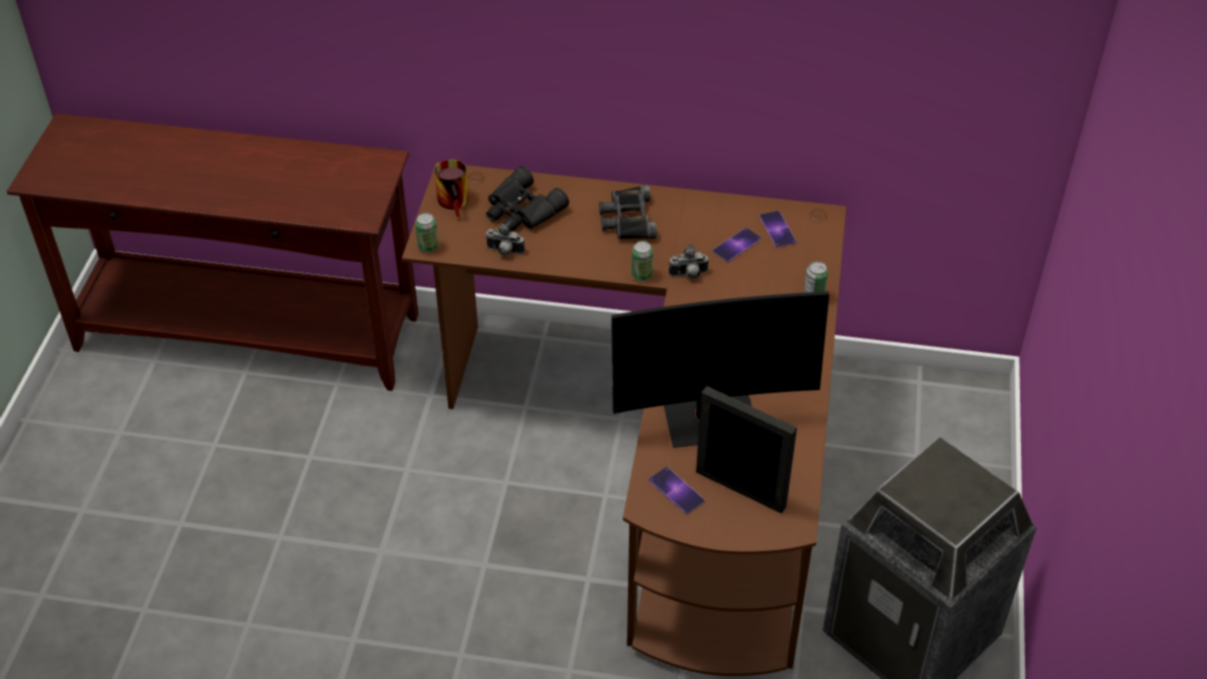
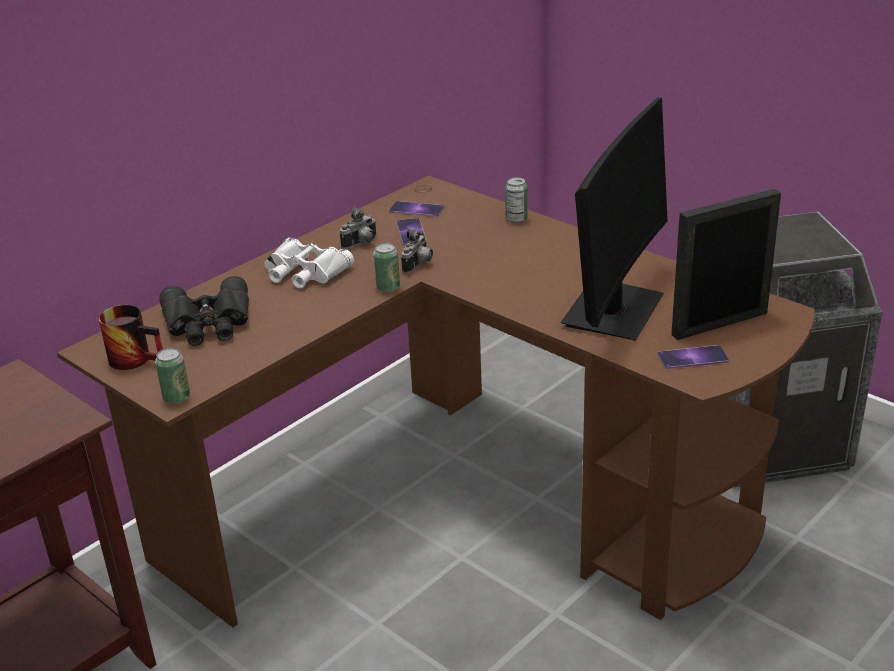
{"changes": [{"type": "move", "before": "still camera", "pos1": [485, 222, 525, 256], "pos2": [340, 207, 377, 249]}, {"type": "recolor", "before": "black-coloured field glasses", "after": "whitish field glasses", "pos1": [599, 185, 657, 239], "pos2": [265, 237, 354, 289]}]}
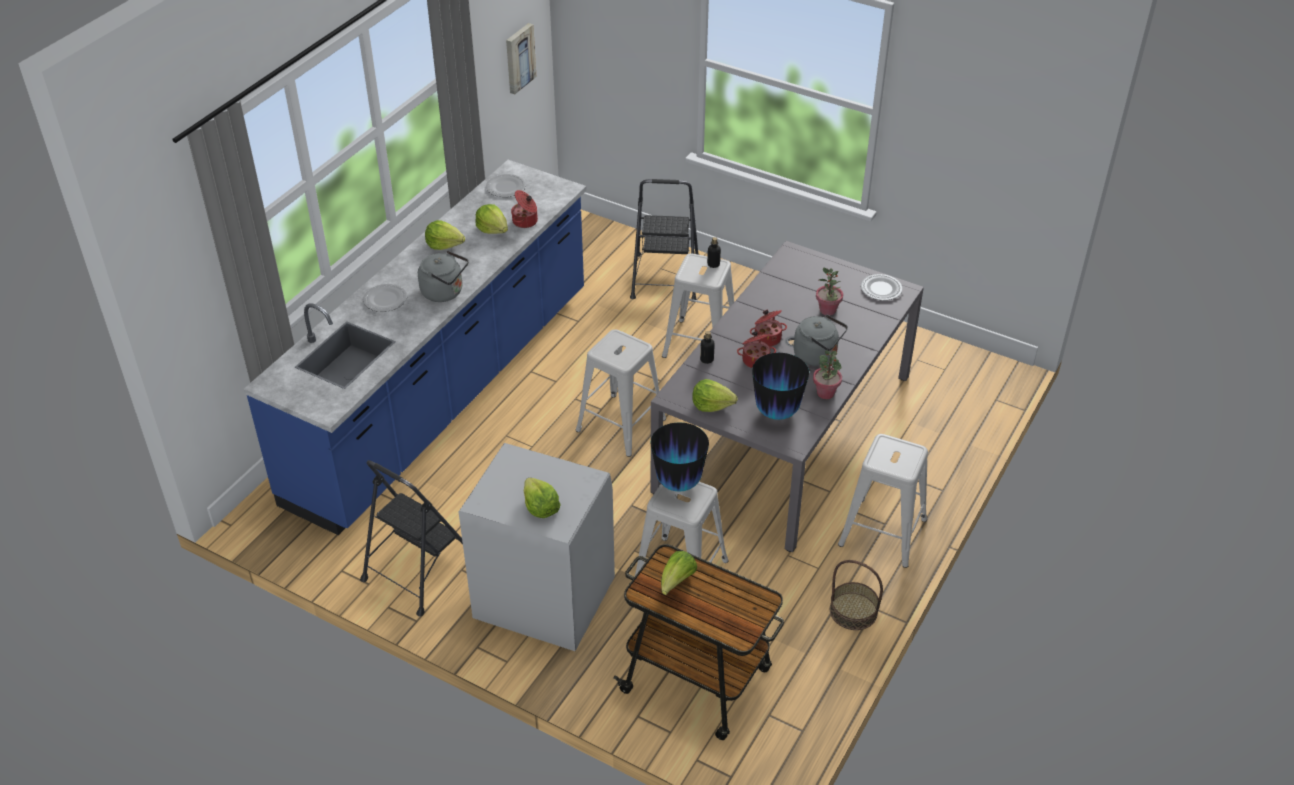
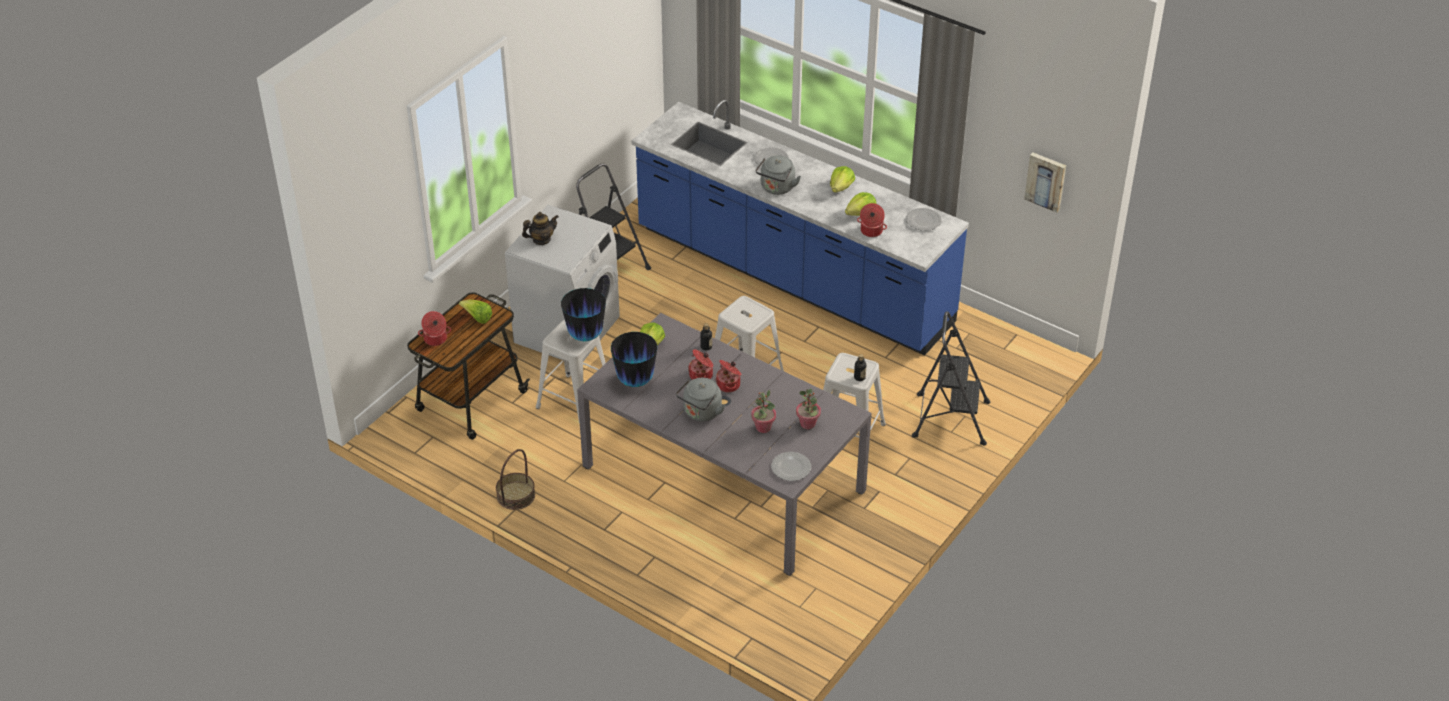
{"changes": [{"type": "replace", "before": "lettuce head", "after": "teapot", "pos1": [524, 478, 561, 518], "pos2": [522, 212, 559, 245]}, {"type": "move", "before": "plant in a pot", "pos1": [813, 351, 842, 399], "pos2": [796, 389, 821, 429]}, {"type": "delete", "before": "whitish stool seat", "pos1": [838, 434, 928, 568]}, {"type": "insert", "after": "stockpot", "pos2": [418, 311, 451, 346]}]}
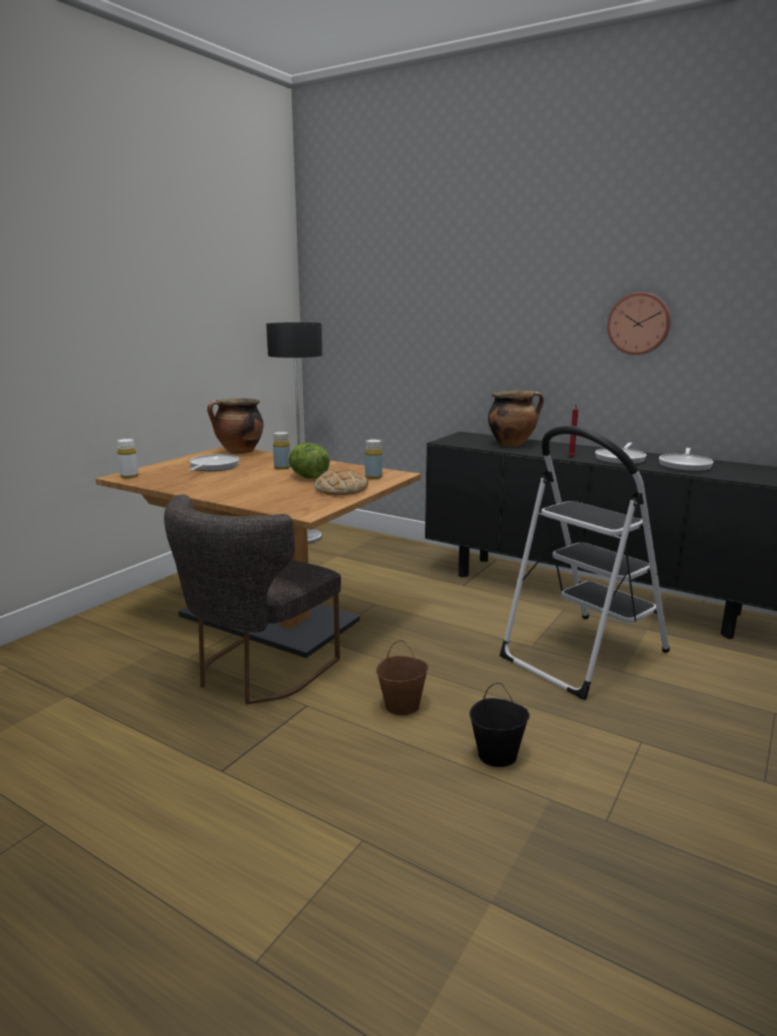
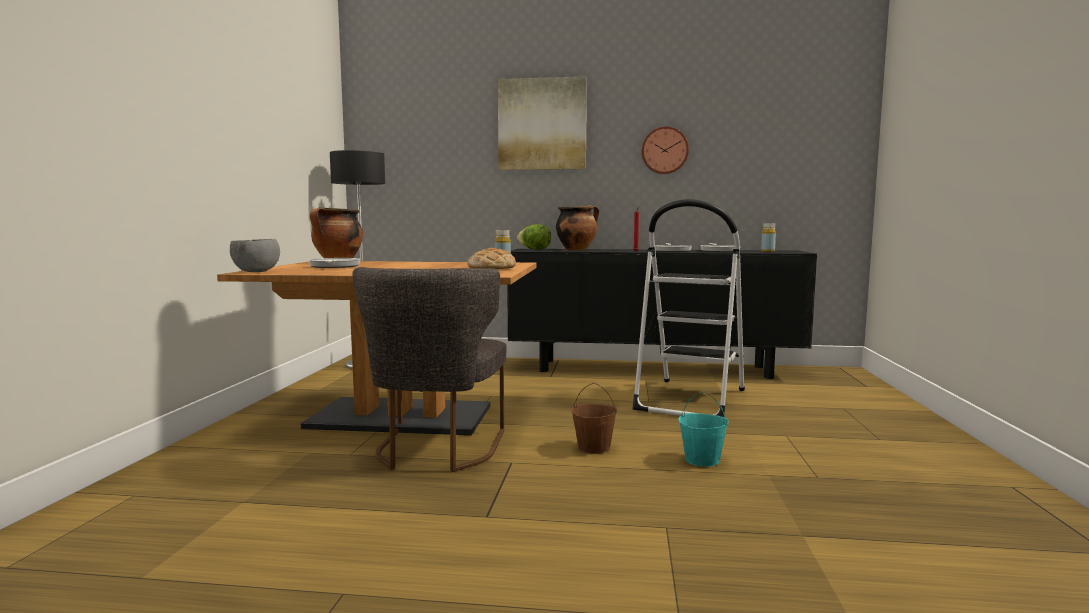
{"changes": [{"type": "replace", "before": "whitish bottle", "after": "greyish deep dish", "pos1": [117, 439, 139, 479], "pos2": [230, 239, 280, 272]}, {"type": "move", "before": "yellow-coloured bottle", "pos1": [273, 432, 291, 470], "pos2": [761, 223, 776, 252]}, {"type": "move", "before": "lettuce head", "pos1": [288, 443, 330, 479], "pos2": [517, 224, 551, 250]}, {"type": "recolor", "before": "black-coloured pail", "after": "turquoise pail", "pos1": [469, 683, 530, 767], "pos2": [678, 392, 729, 467]}, {"type": "insert", "after": "picture", "pos2": [498, 77, 587, 170]}]}
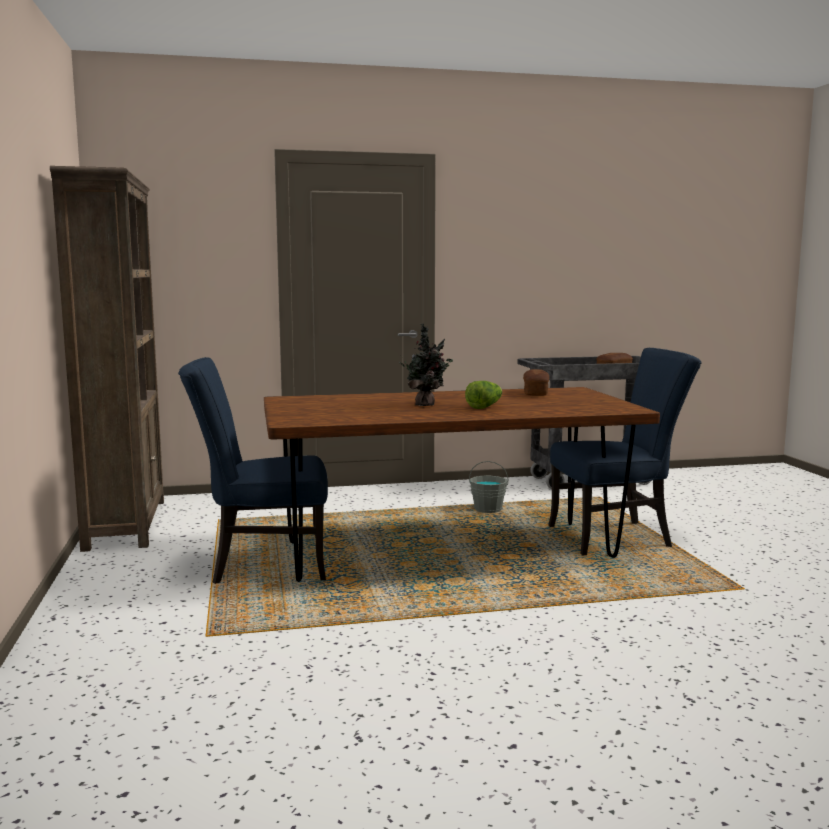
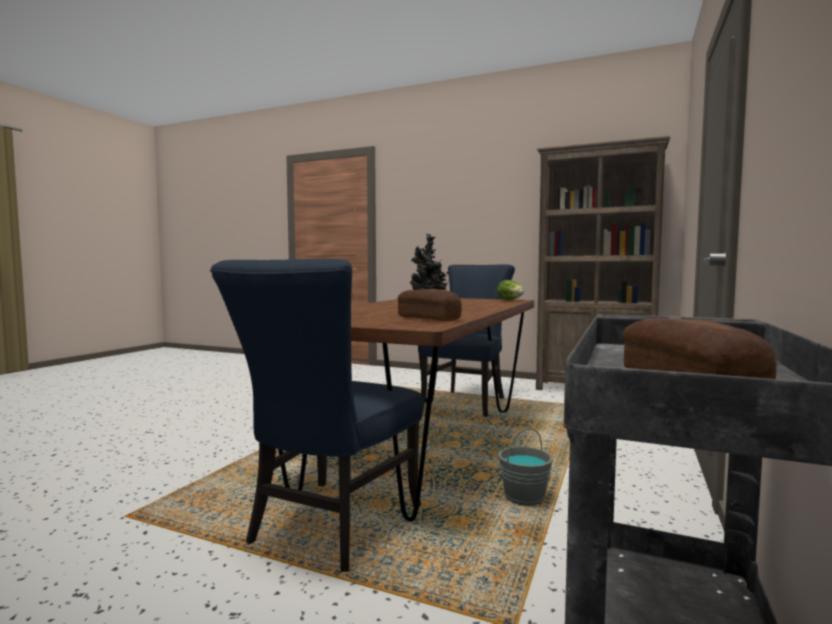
{"changes": [{"type": "move", "before": "lettuce head", "pos1": [465, 381, 502, 409], "pos2": [497, 280, 524, 300]}]}
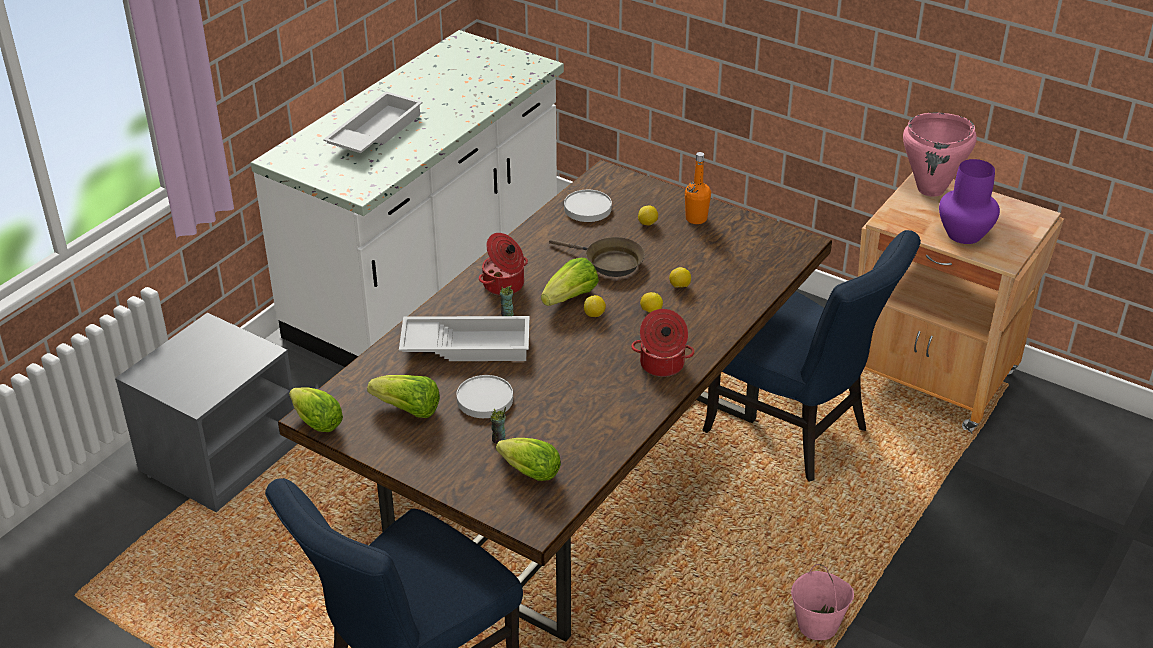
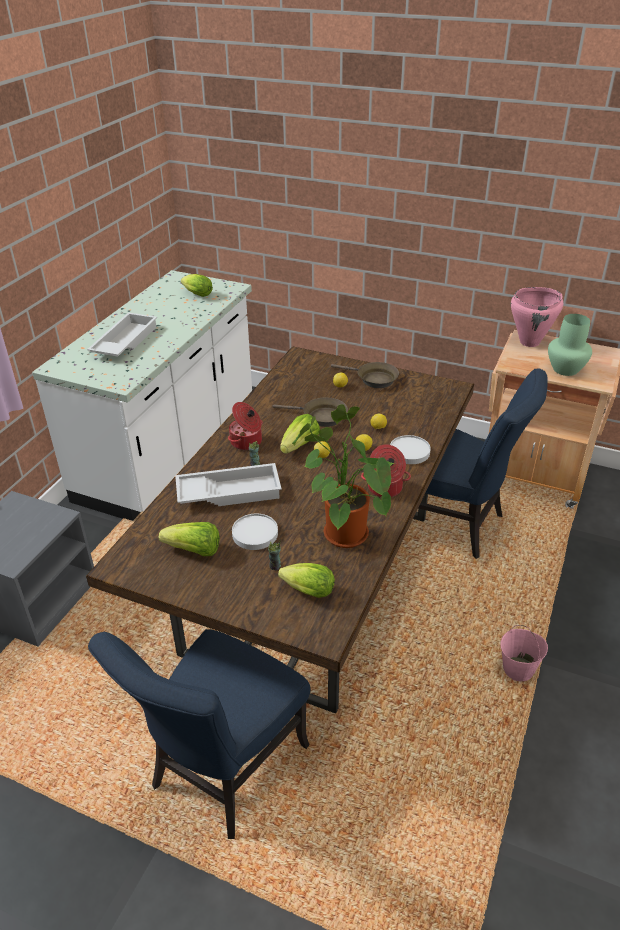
{"changes": [{"type": "move", "before": "lettuce head", "pos1": [289, 387, 343, 432], "pos2": [181, 274, 213, 297]}, {"type": "move", "before": "whitish plate", "pos1": [564, 190, 612, 222], "pos2": [390, 435, 431, 464]}, {"type": "replace", "before": "orange-coloured bottle", "after": "brownish pan", "pos1": [685, 152, 711, 224], "pos2": [331, 362, 399, 388]}, {"type": "recolor", "before": "purple vase", "after": "greenish vase", "pos1": [939, 159, 1000, 244], "pos2": [548, 314, 592, 376]}, {"type": "insert", "after": "plant in a pot", "pos2": [292, 404, 395, 548]}]}
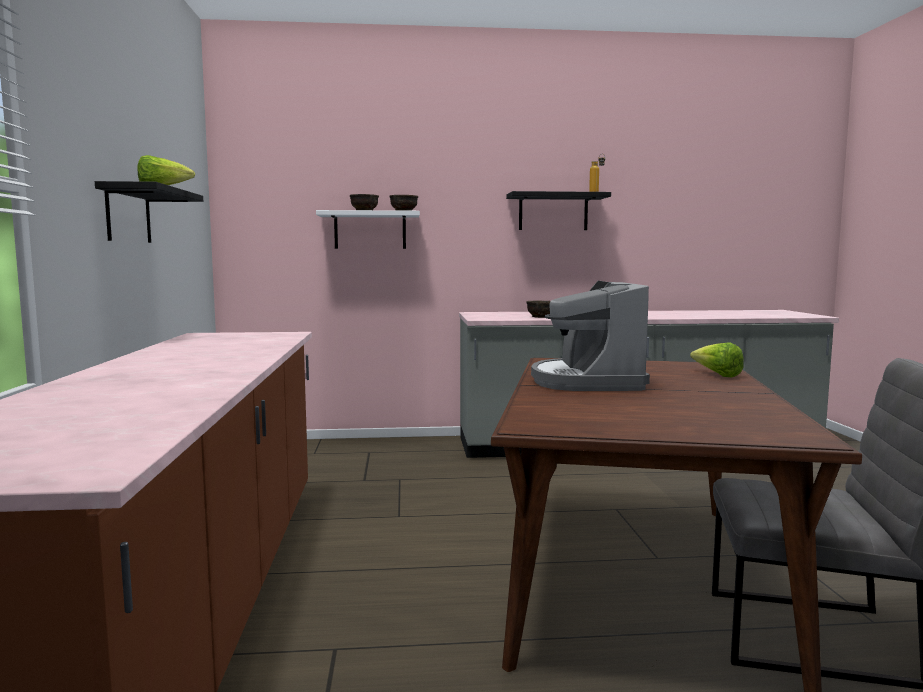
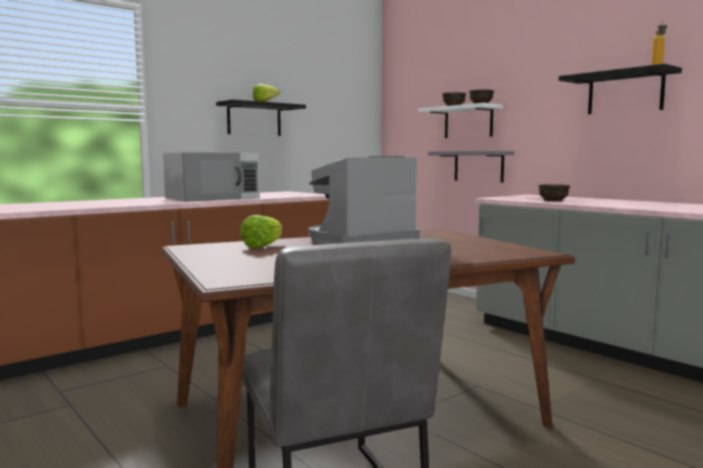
{"changes": [{"type": "move", "before": "lettuce head", "pos1": [690, 342, 744, 377], "pos2": [240, 215, 282, 248]}, {"type": "insert", "after": "whitish microwave oven", "pos2": [163, 152, 260, 202]}, {"type": "insert", "after": "greyish bracket shelf", "pos2": [428, 151, 514, 183]}]}
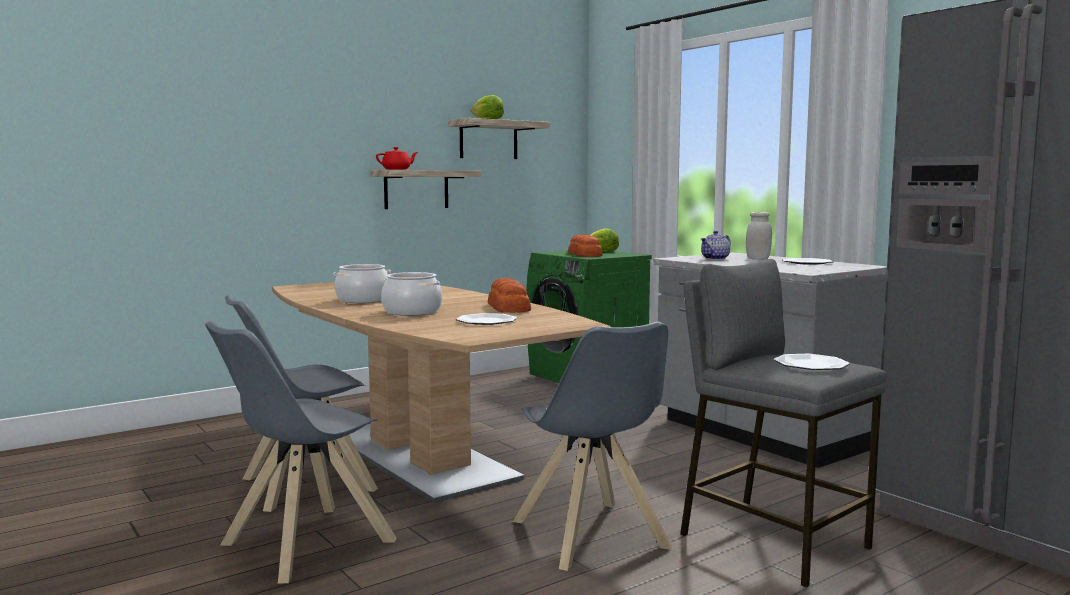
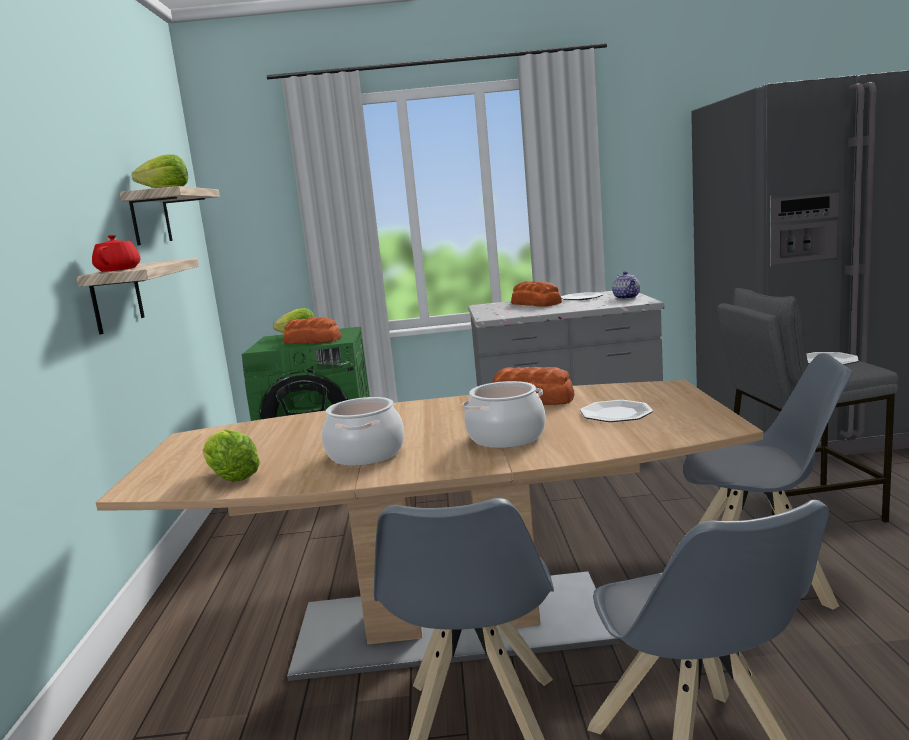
{"changes": [{"type": "move", "before": "teapot", "pos1": [701, 231, 731, 260], "pos2": [612, 271, 640, 299]}, {"type": "replace", "before": "whitish storage jar", "after": "bread", "pos1": [746, 212, 772, 260], "pos2": [511, 281, 562, 307]}, {"type": "insert", "after": "lettuce head", "pos2": [202, 430, 260, 482]}]}
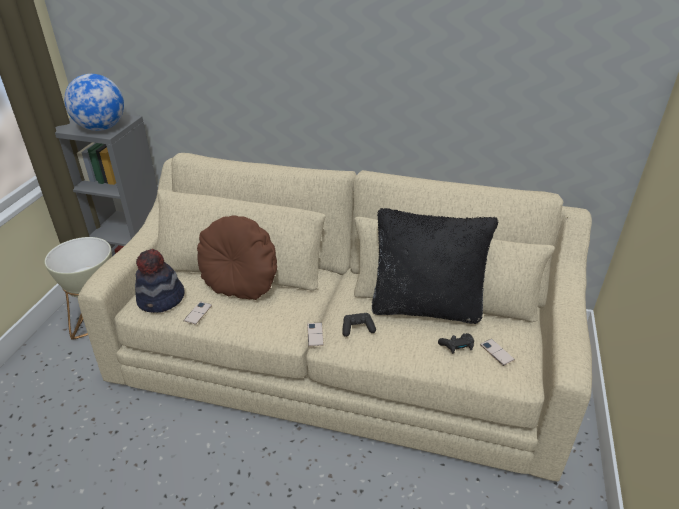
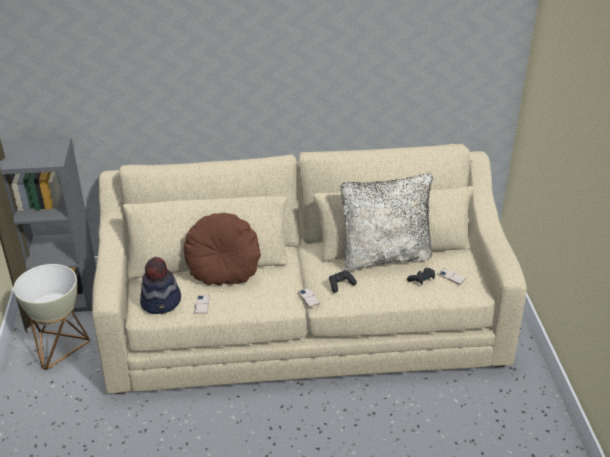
{"changes": [{"type": "delete", "before": "desk globe", "pos1": [64, 74, 124, 131]}, {"type": "recolor", "before": "black-coloured pillow", "after": "beige-coloured pillow", "pos1": [372, 208, 499, 324], "pos2": [340, 173, 433, 271]}]}
